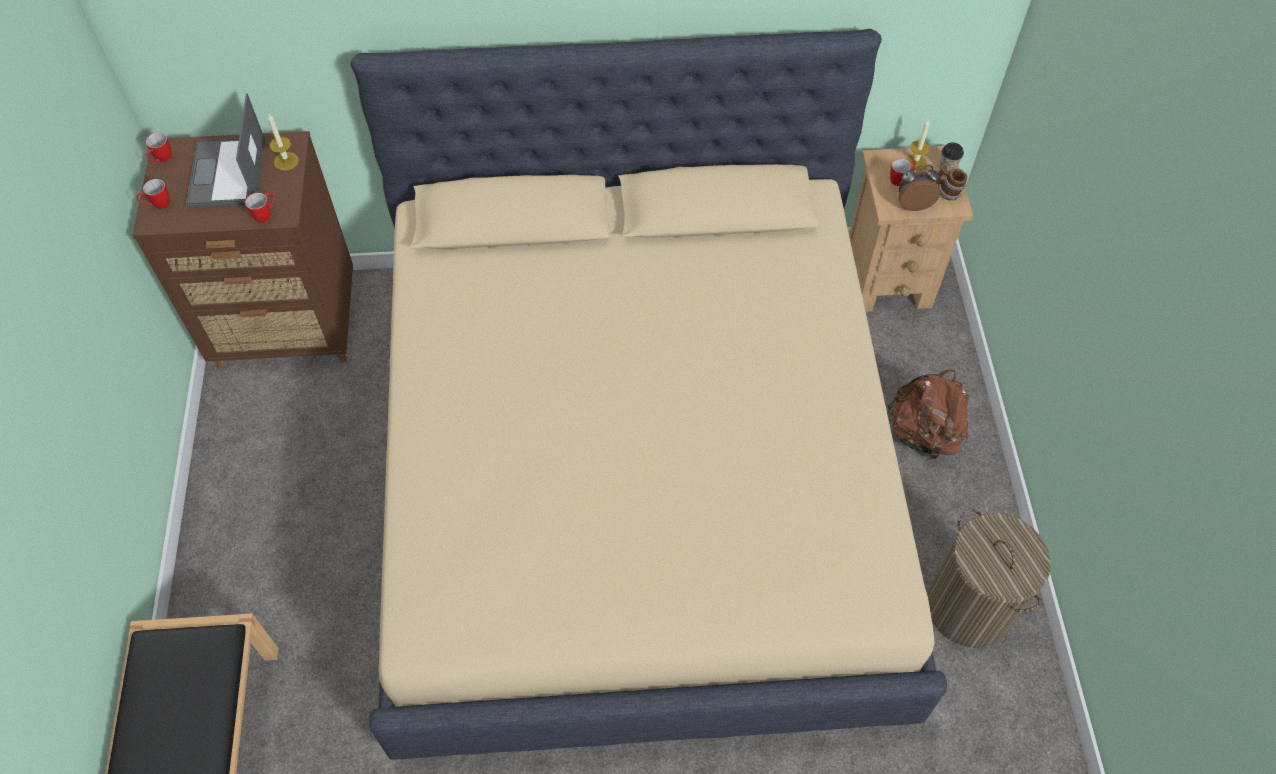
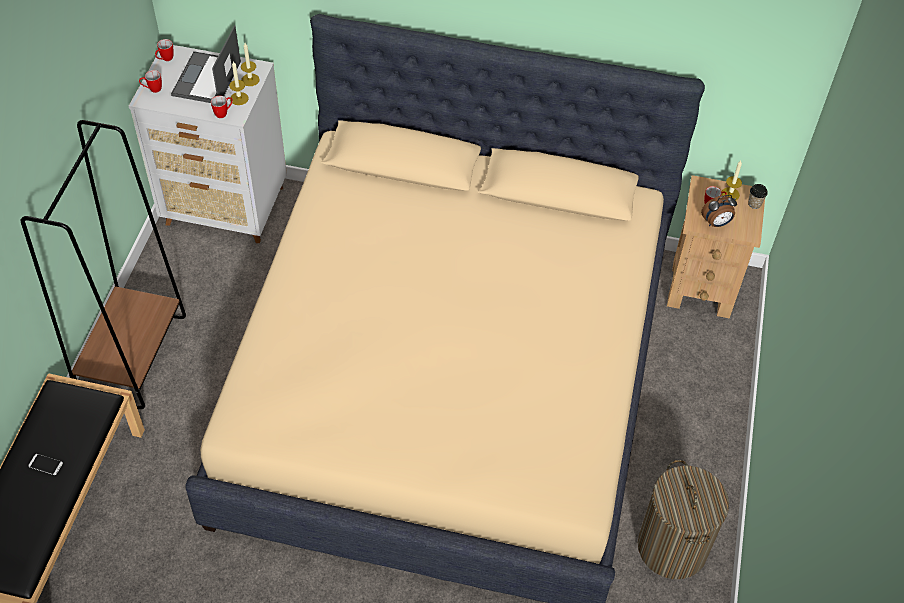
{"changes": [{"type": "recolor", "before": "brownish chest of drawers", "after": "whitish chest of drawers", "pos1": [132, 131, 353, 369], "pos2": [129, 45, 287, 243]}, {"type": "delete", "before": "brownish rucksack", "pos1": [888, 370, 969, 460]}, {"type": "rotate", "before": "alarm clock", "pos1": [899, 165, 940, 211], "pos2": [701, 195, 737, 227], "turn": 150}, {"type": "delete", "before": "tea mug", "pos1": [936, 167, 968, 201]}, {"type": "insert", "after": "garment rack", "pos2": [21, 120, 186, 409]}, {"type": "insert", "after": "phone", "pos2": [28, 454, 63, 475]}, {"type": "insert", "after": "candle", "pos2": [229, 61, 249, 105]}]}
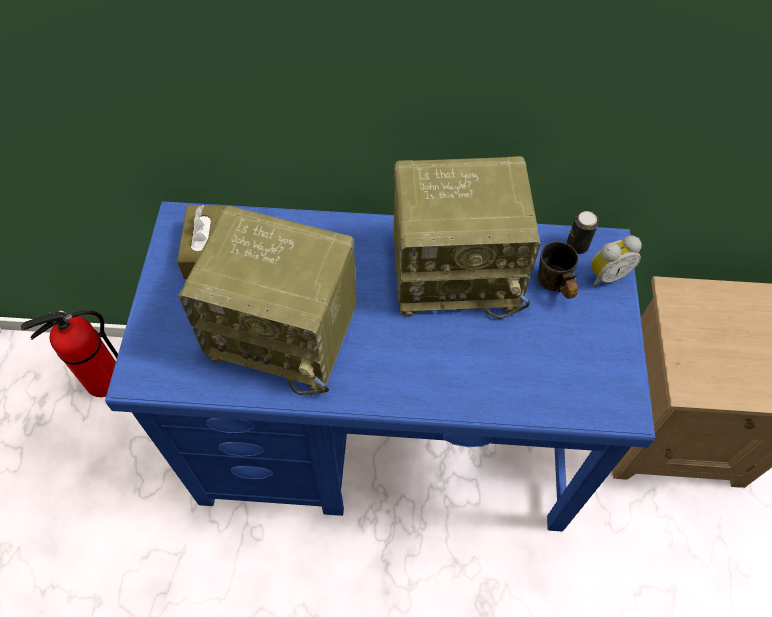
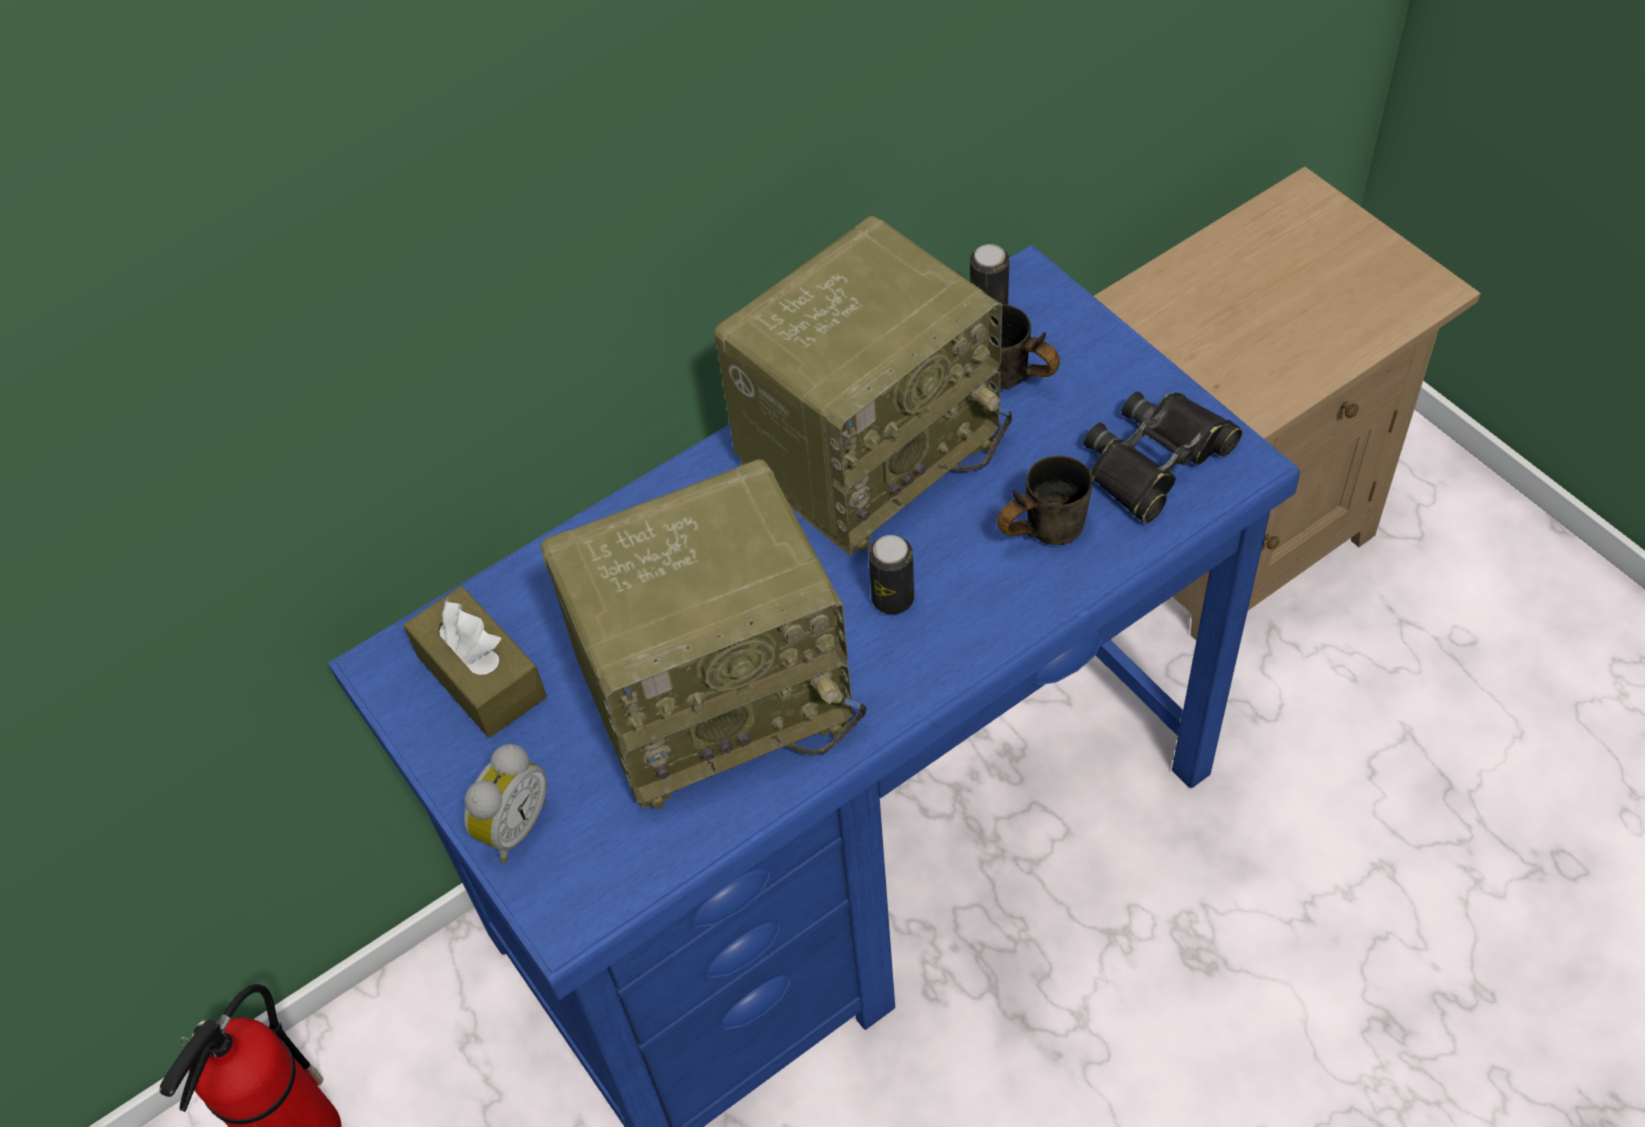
{"changes": [{"type": "move", "before": "alarm clock", "pos1": [591, 236, 642, 287], "pos2": [464, 744, 547, 862]}, {"type": "insert", "after": "sealed can", "pos2": [868, 535, 914, 614]}, {"type": "insert", "after": "greyish tea mug", "pos2": [997, 456, 1093, 545]}, {"type": "insert", "after": "black-coloured field glasses", "pos2": [1084, 391, 1243, 523]}]}
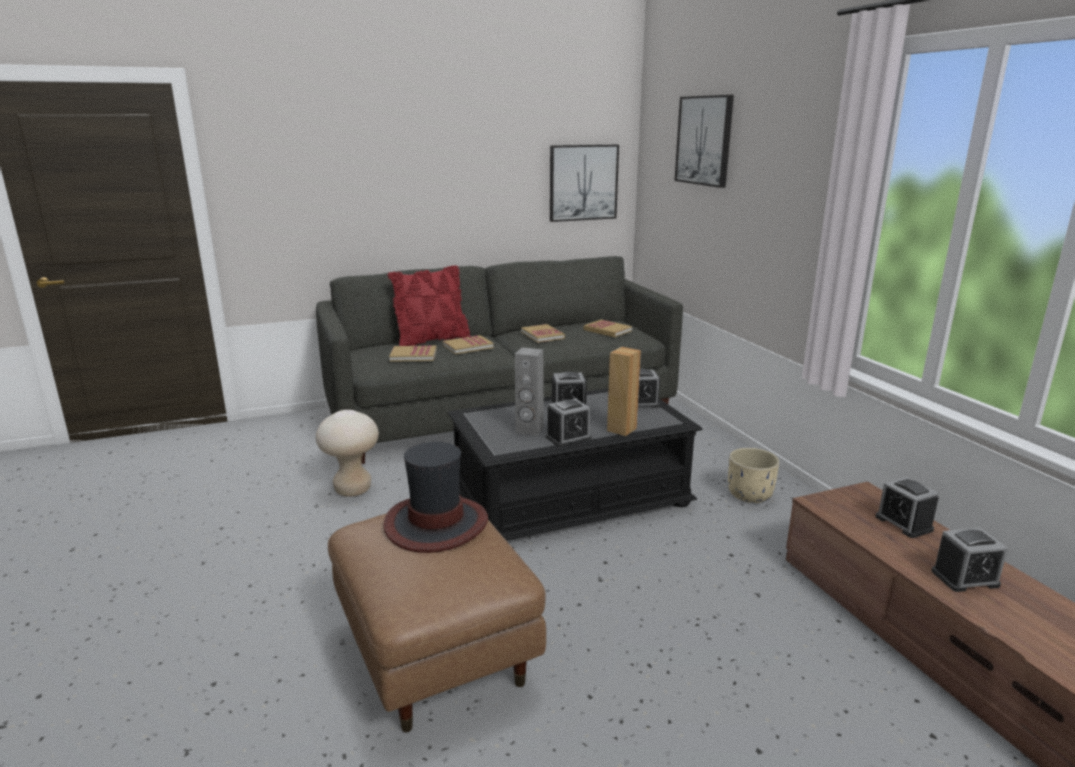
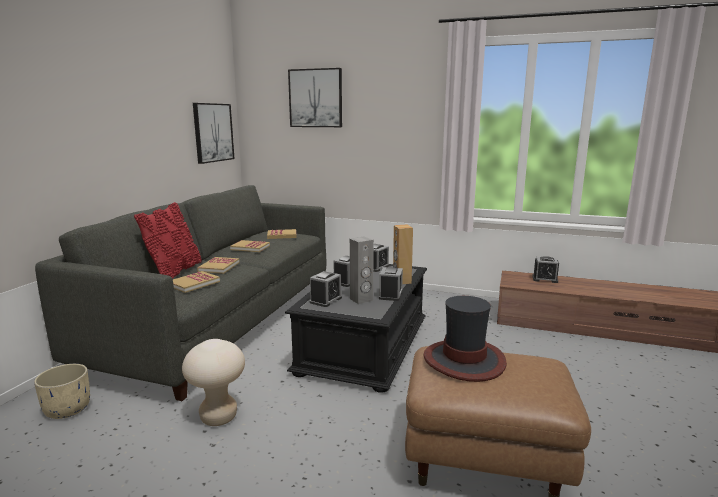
{"changes": [{"type": "move", "before": "beige-coloured planter", "pos1": [728, 448, 779, 503], "pos2": [34, 364, 90, 419]}, {"type": "move", "before": "alarm clock", "pos1": [931, 528, 1008, 592], "pos2": [310, 271, 342, 307]}]}
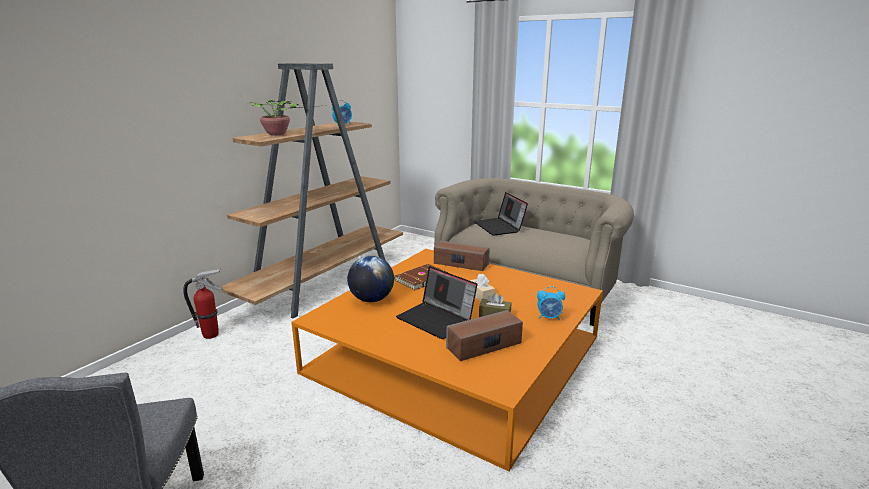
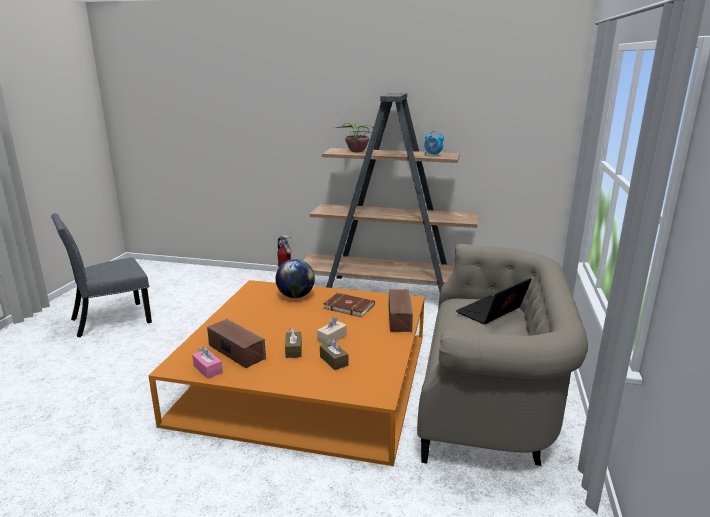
{"changes": [{"type": "delete", "before": "portable computer", "pos1": [396, 266, 477, 339]}, {"type": "delete", "before": "alarm clock", "pos1": [537, 286, 565, 320]}, {"type": "insert", "after": "pink tissue holder", "pos2": [192, 346, 223, 379]}, {"type": "insert", "after": "brownish tissue holder", "pos2": [320, 339, 349, 370]}]}
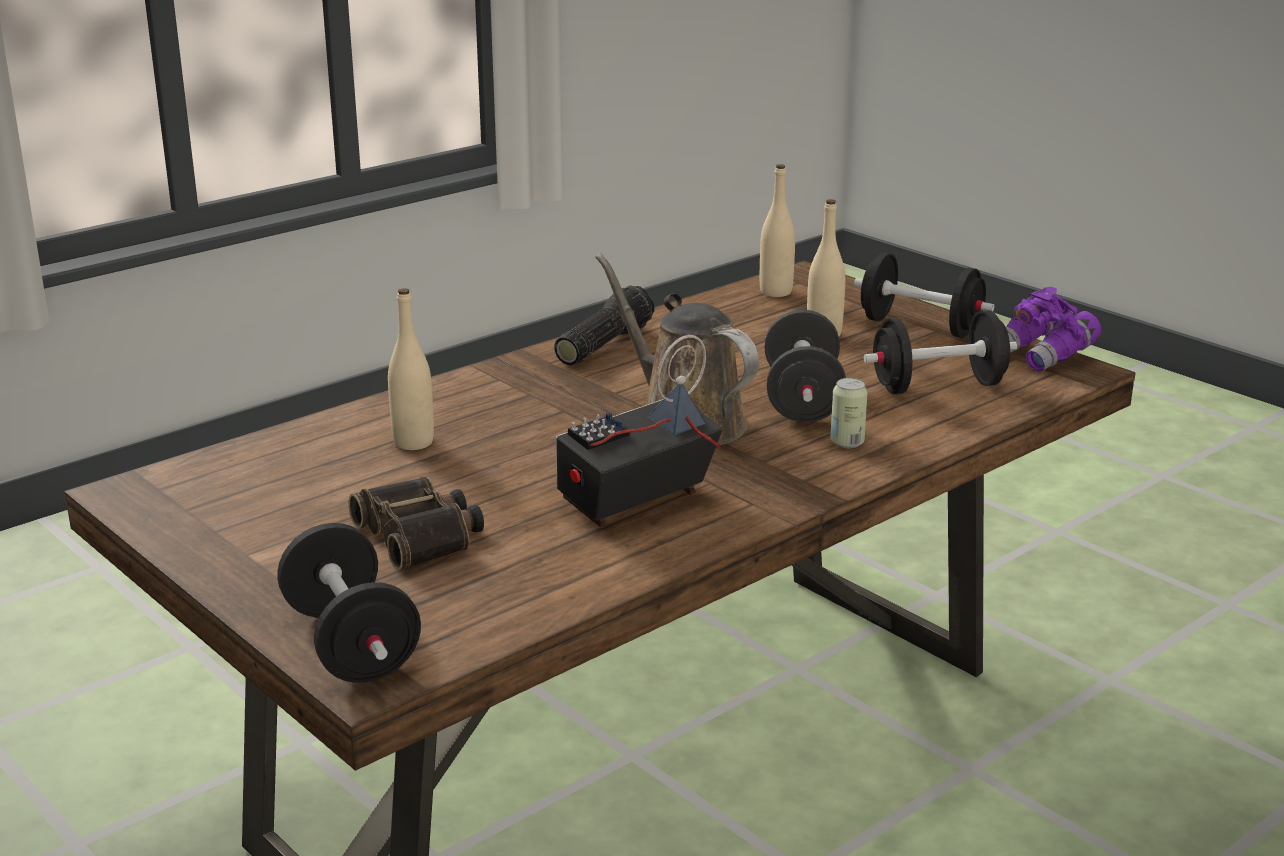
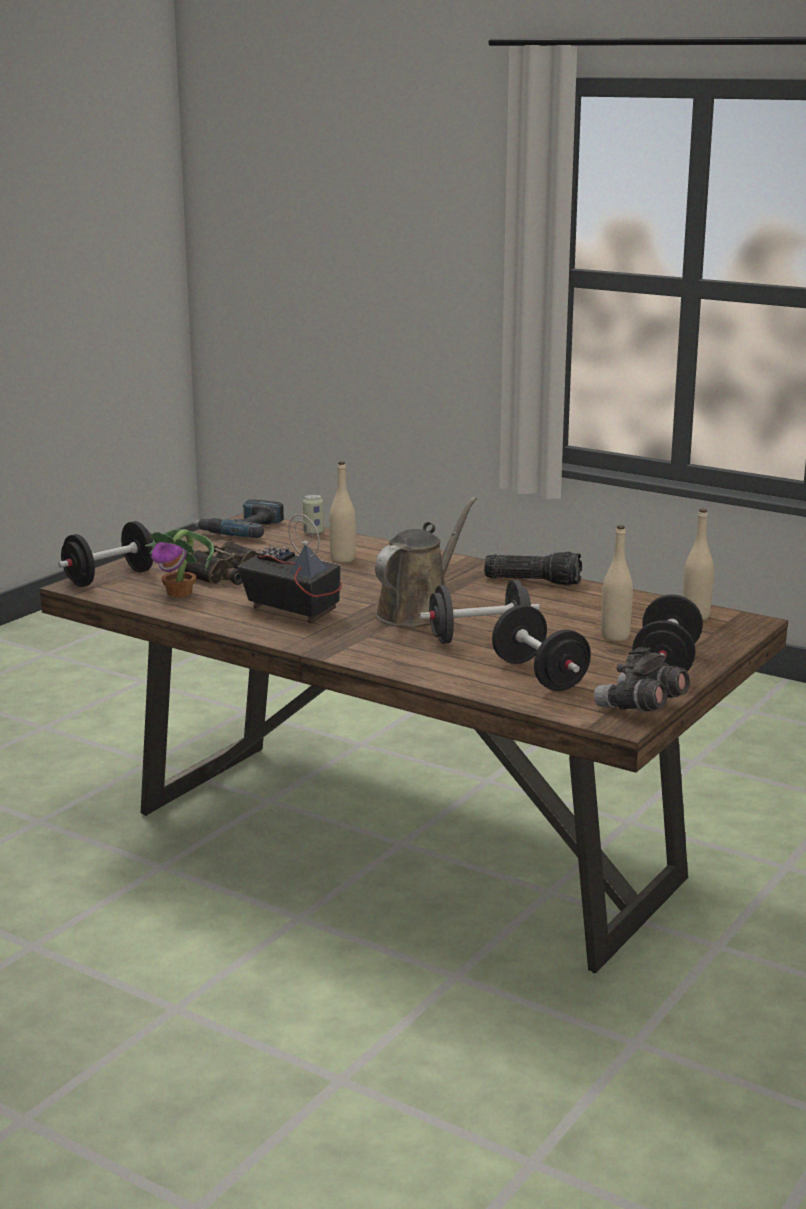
{"changes": [{"type": "move", "before": "sealed can", "pos1": [830, 378, 868, 448], "pos2": [303, 494, 324, 535]}, {"type": "recolor", "before": "purple field glasses", "after": "greyish field glasses", "pos1": [1006, 287, 1101, 372], "pos2": [594, 647, 690, 711]}, {"type": "insert", "after": "plant in a pot", "pos2": [145, 529, 214, 597]}, {"type": "insert", "after": "power drill", "pos2": [193, 499, 284, 538]}]}
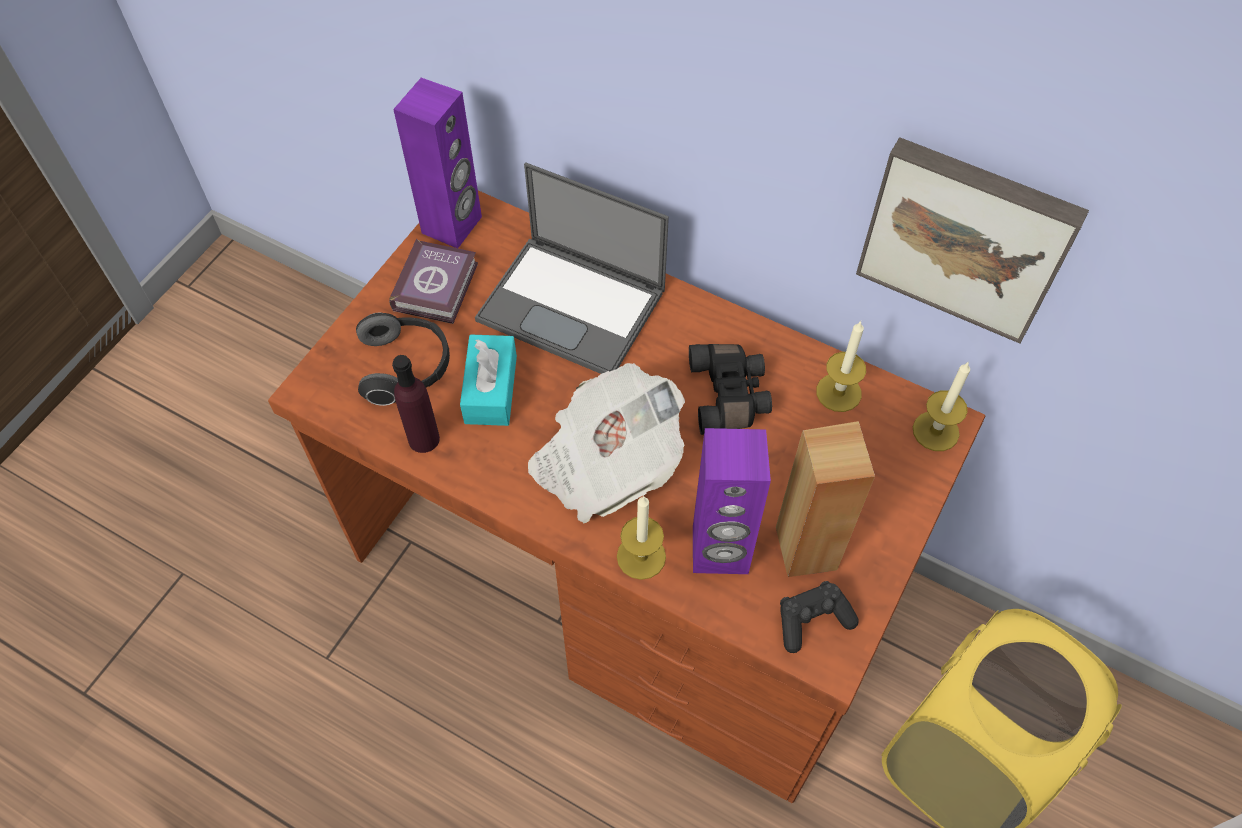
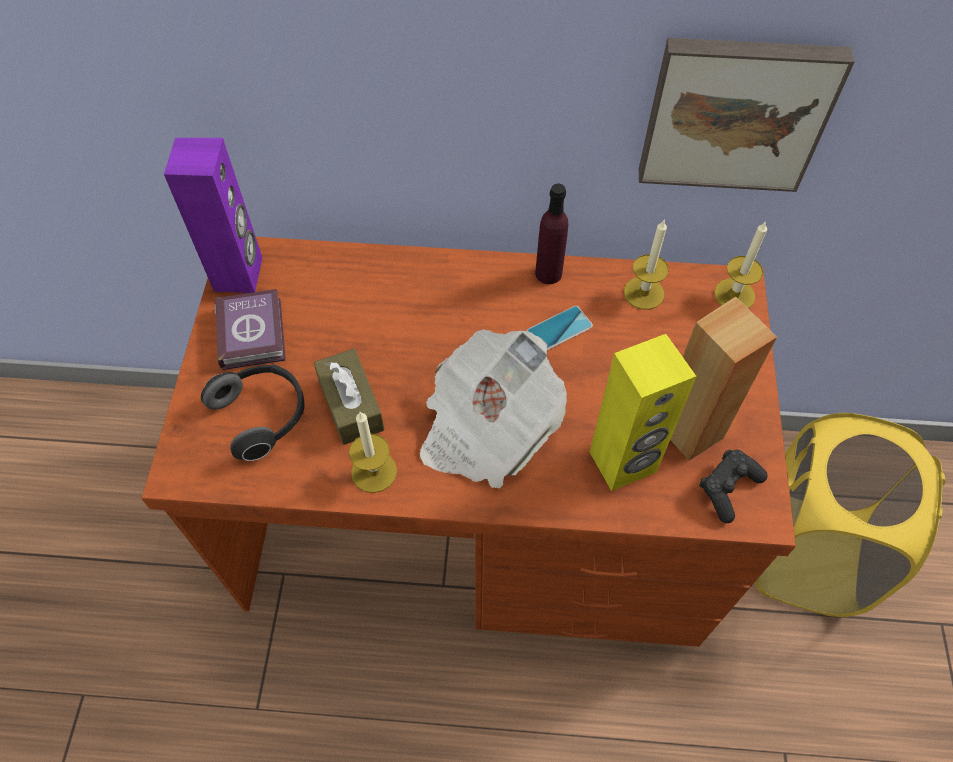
{"changes": [{"type": "move", "before": "purple bottle", "pos1": [392, 355, 440, 453], "pos2": [535, 184, 568, 284]}, {"type": "recolor", "before": "turquoise tissue holder", "after": "brownish tissue holder", "pos1": [460, 334, 517, 426], "pos2": [314, 349, 384, 445]}, {"type": "delete", "before": "portable computer", "pos1": [475, 162, 669, 374]}, {"type": "move", "before": "candle", "pos1": [617, 496, 666, 580], "pos2": [349, 412, 397, 493]}, {"type": "replace", "before": "black-coloured field glasses", "after": "phone", "pos1": [689, 344, 772, 435], "pos2": [526, 306, 593, 350]}, {"type": "recolor", "before": "purple audio speaker", "after": "yellow-coloured audio speaker", "pos1": [693, 428, 771, 574], "pos2": [590, 334, 697, 491]}]}
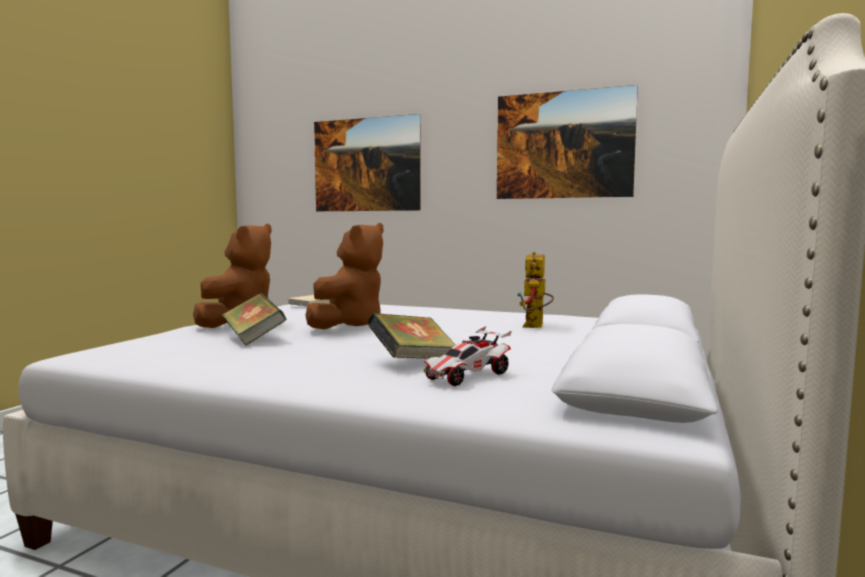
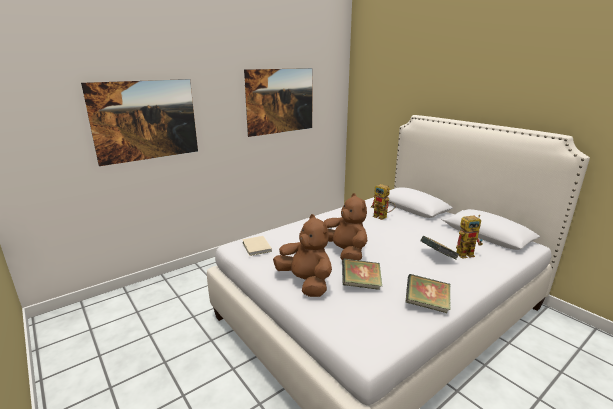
{"changes": [{"type": "replace", "before": "miniature car", "after": "model robot", "pos1": [424, 326, 512, 386], "pos2": [456, 215, 483, 259]}, {"type": "insert", "after": "bound book", "pos2": [405, 274, 451, 313]}]}
